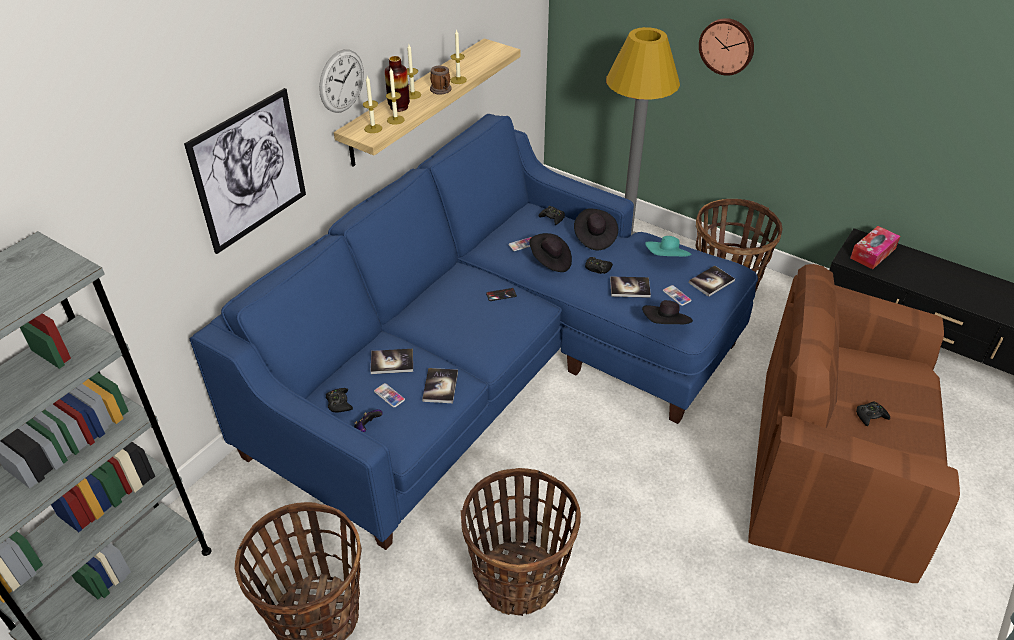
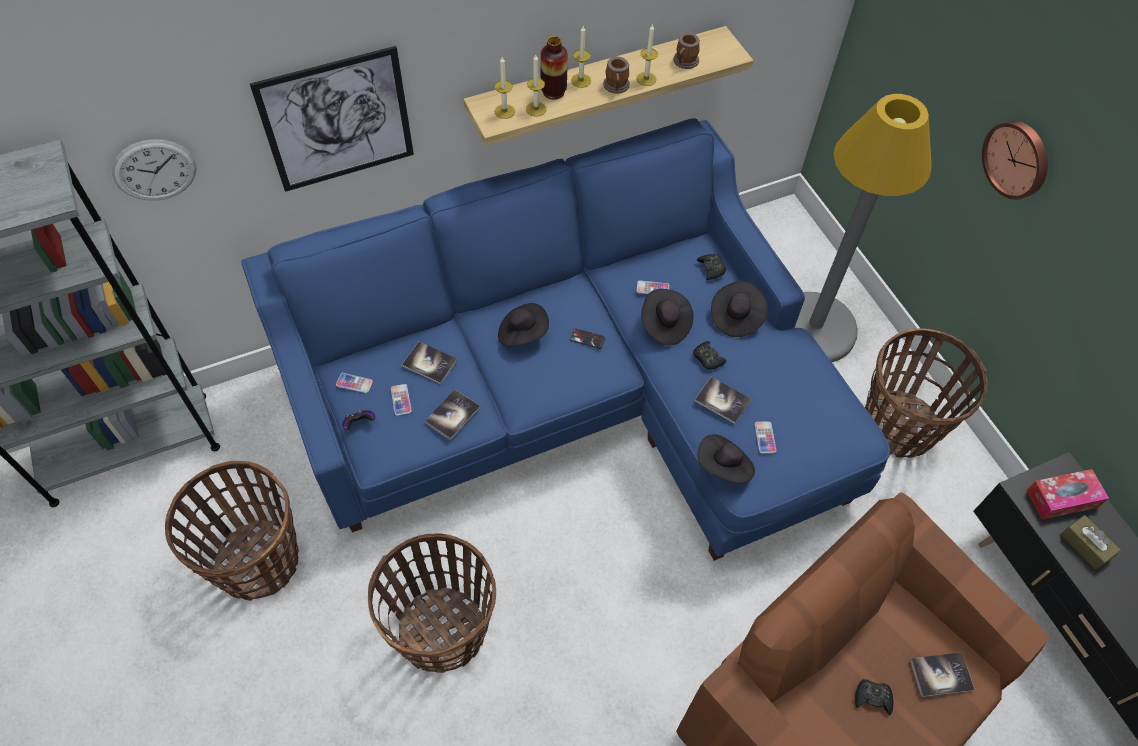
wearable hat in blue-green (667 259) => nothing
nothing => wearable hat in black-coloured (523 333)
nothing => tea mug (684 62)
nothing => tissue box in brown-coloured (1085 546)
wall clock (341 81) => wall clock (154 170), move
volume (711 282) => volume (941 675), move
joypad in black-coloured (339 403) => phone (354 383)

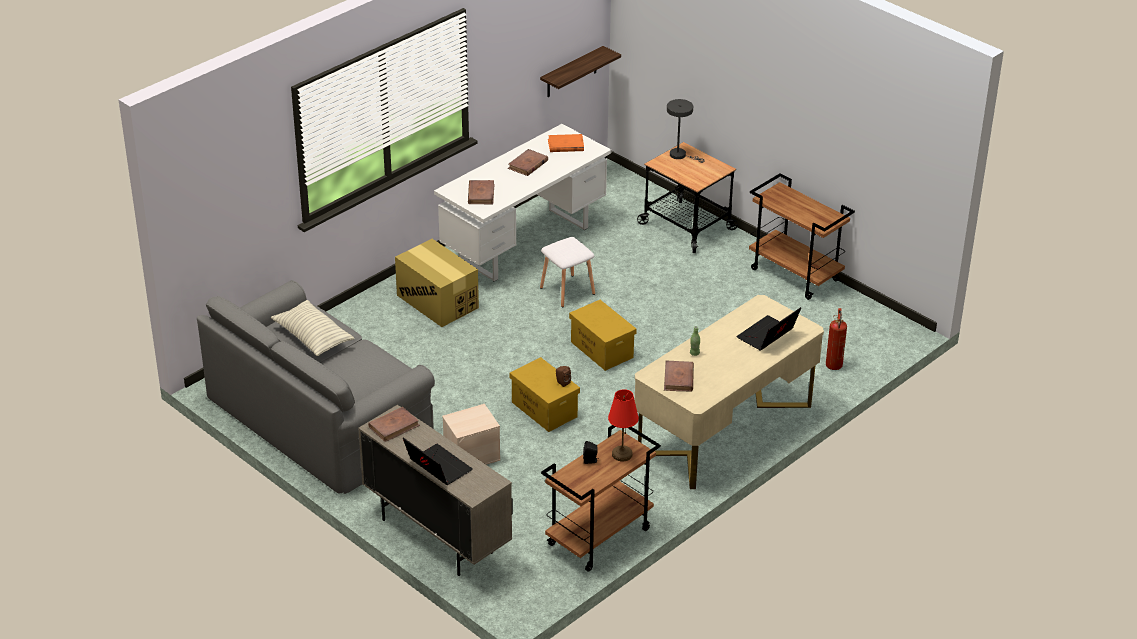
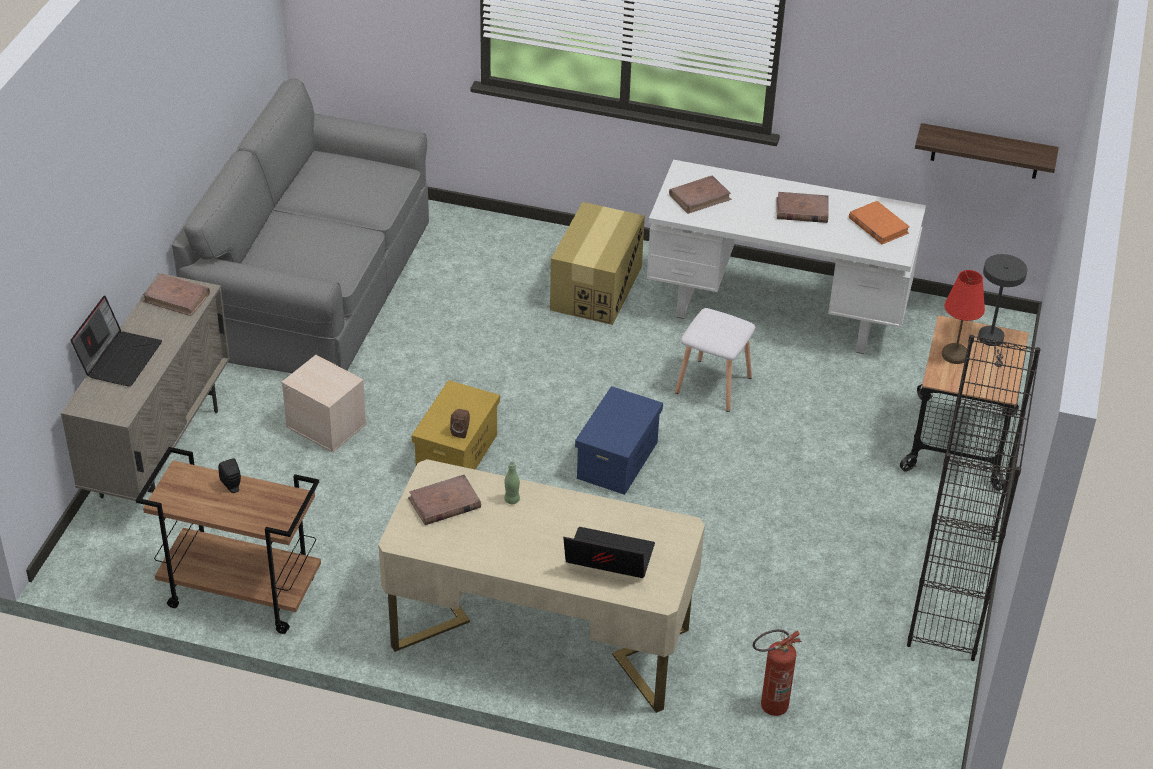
throw pillow (312 337) => nothing
lamp for a table in red (621 454) => lamp for a table in red (954 354), move
wheeled cart in brown-coloured (795 275) => bookshelf in black-coloured (952 591)
storage box in yellow (601 349) => storage box in blue (617 459)

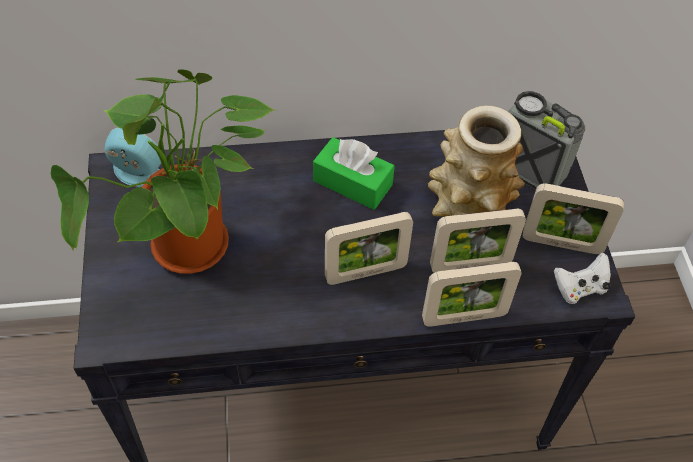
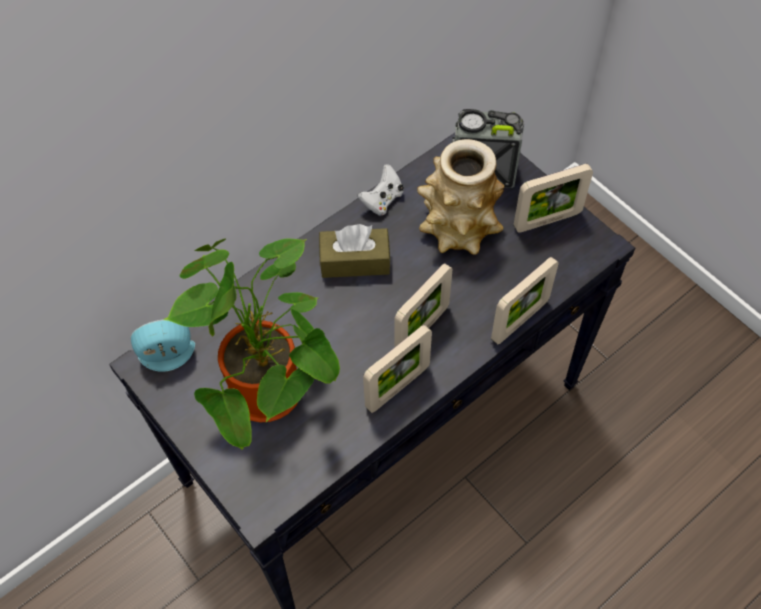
picture frame (470 265) => picture frame (397 387), move
joypad in white-coloured (579 288) => joypad in white-coloured (382 200), move
tissue box in greenish (352 183) => tissue box in brown-coloured (355 261)

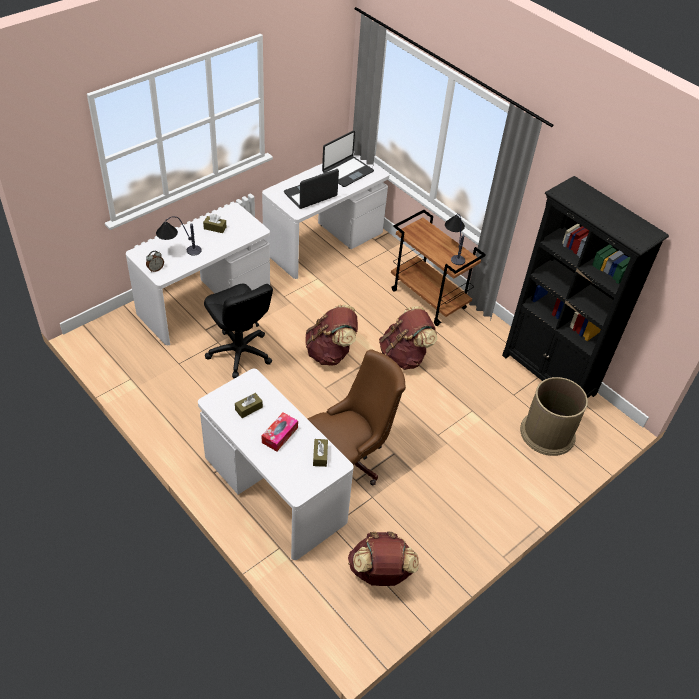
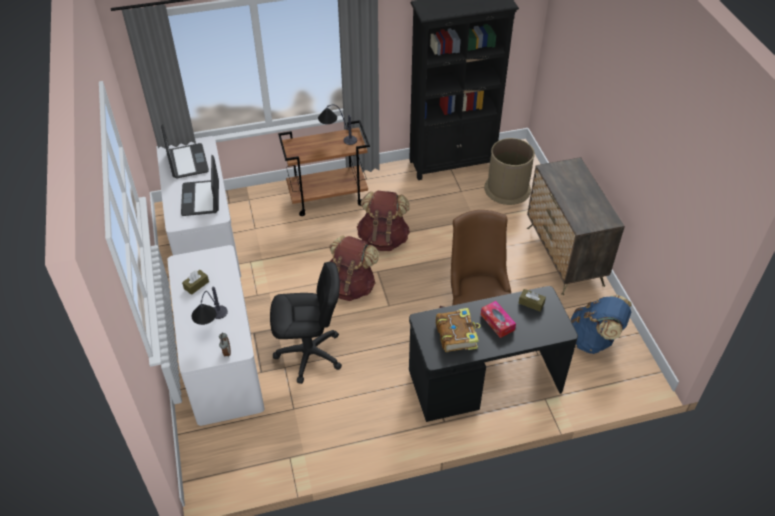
nothing => chest of drawers (564 256)
tissue box in brown-coloured (248 408) => volume (456 334)
desk table in white-coloured (273 490) => desk table in black-coloured (484 382)
rucksack in brown-coloured (380 573) => rucksack in blue (594 339)

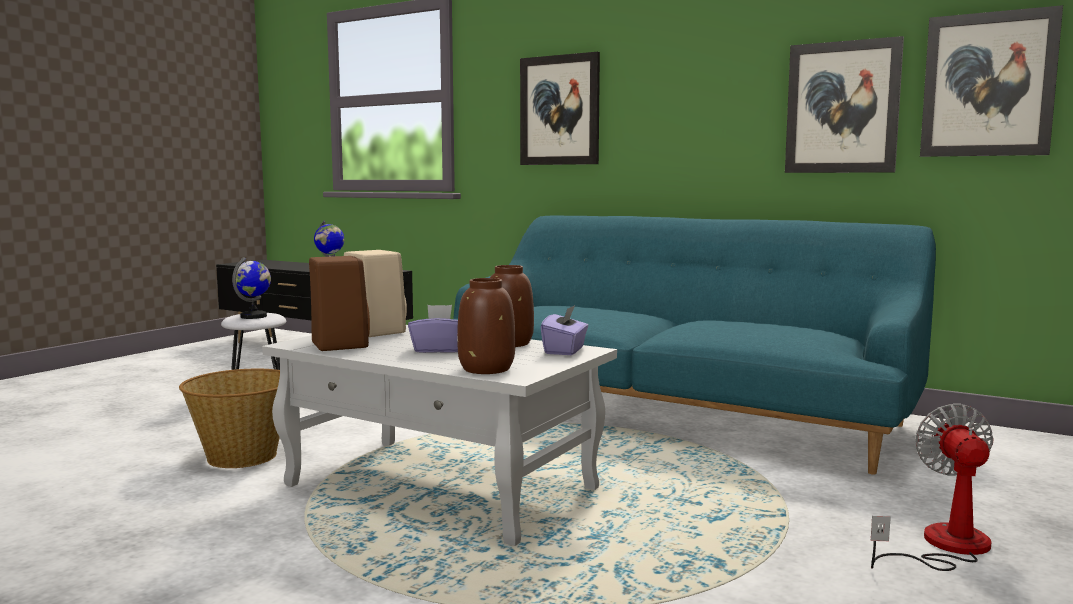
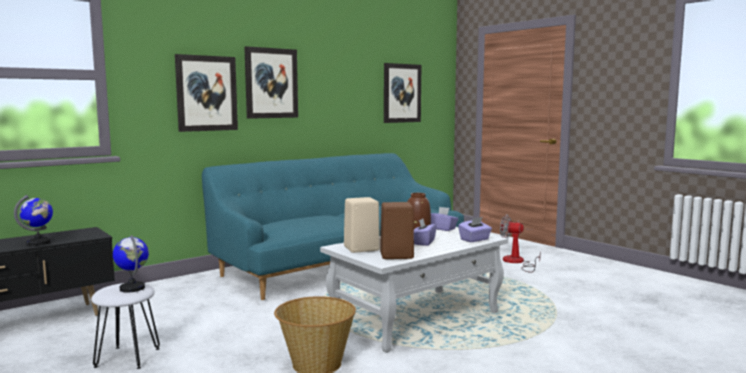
picture (842 107) => picture (271 83), move
flower vase in brown-coloured (487 369) => tissue box in purplish (475 239)

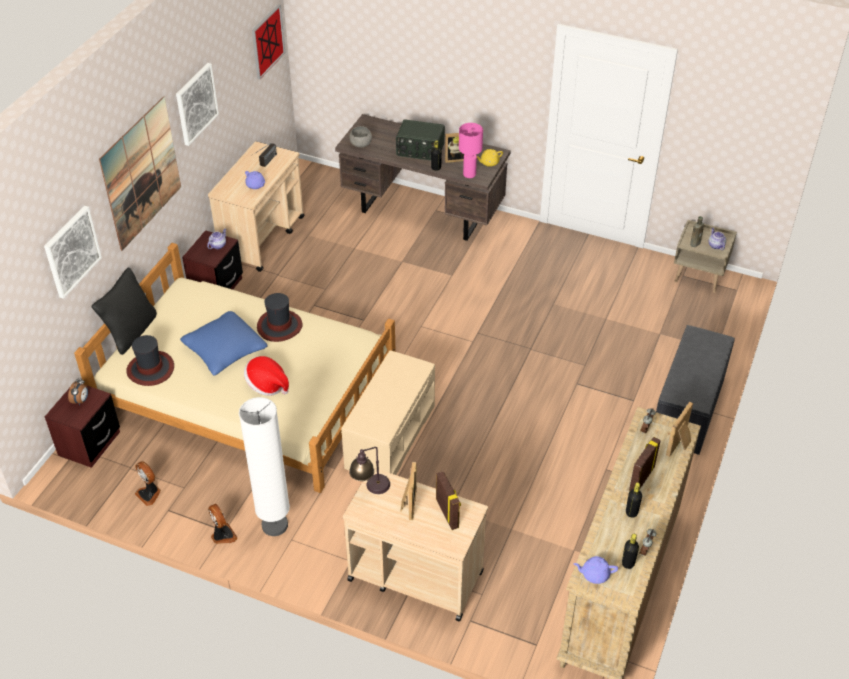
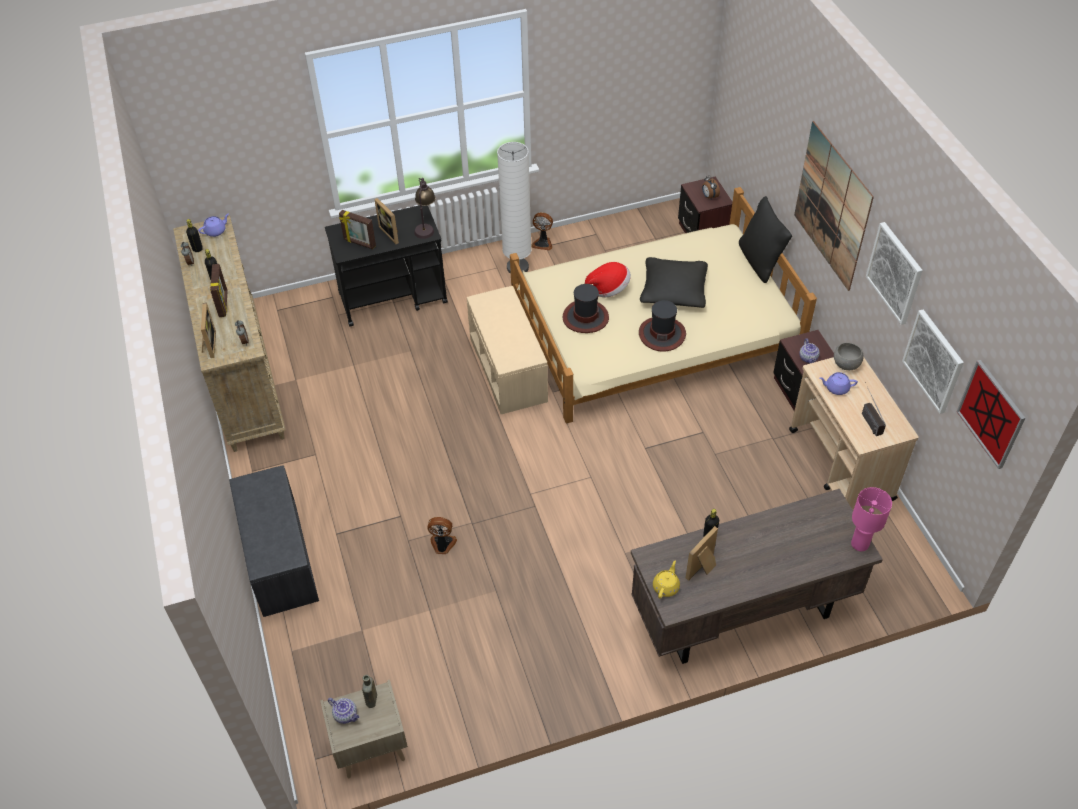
radio receiver (420 150) => nothing
picture (71 251) => picture (934 361), move
wearable hat (150 369) => wearable hat (585 317), move
fan (149 494) => fan (442 545), move
deep dish in gray (361 144) => deep dish in gray (846 365), move
lamp for a table in pink (469 174) => lamp for a table in pink (859 543), move
throw pillow in blue (224 351) => throw pillow in black-coloured (673 290)
wheeled cart in sand-coloured (414 575) => wheeled cart in black-coloured (393 298)

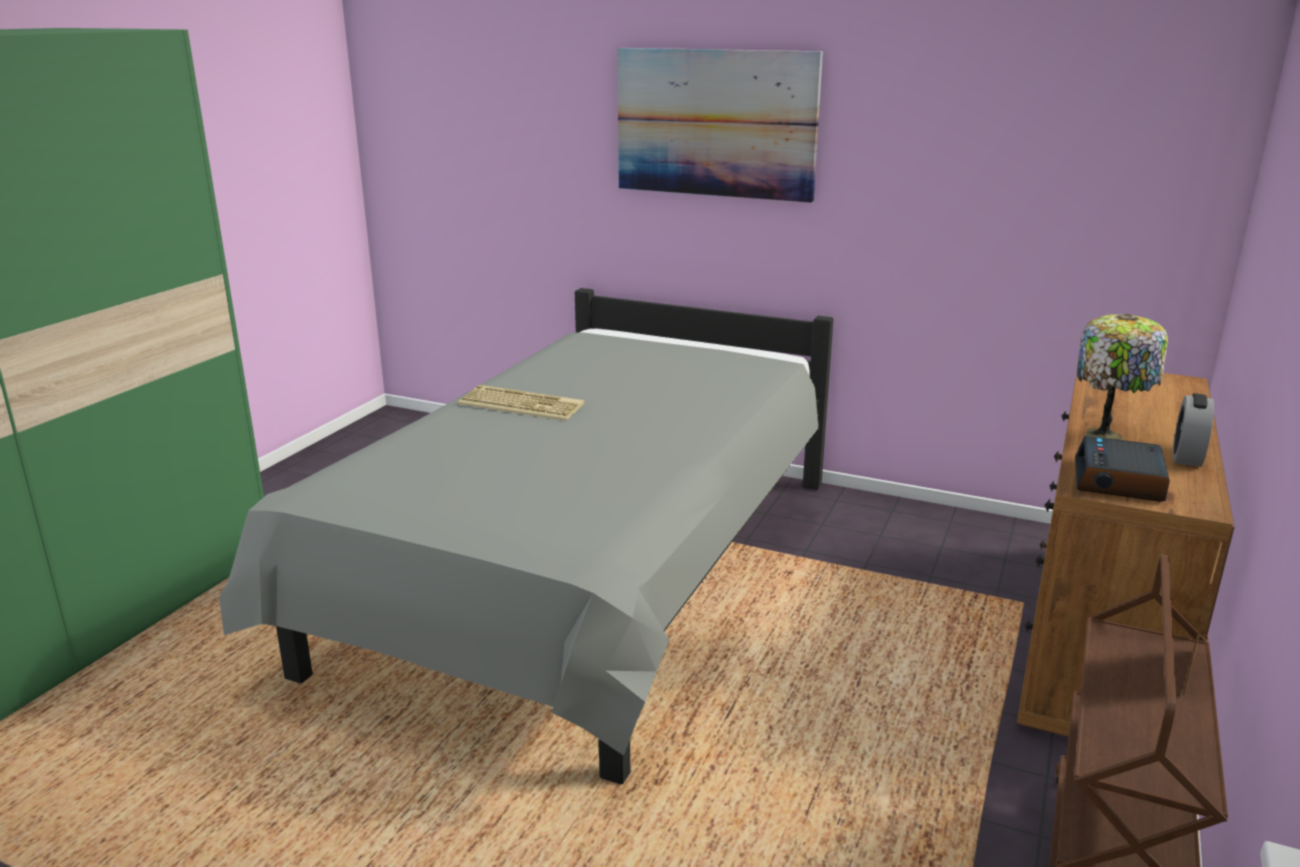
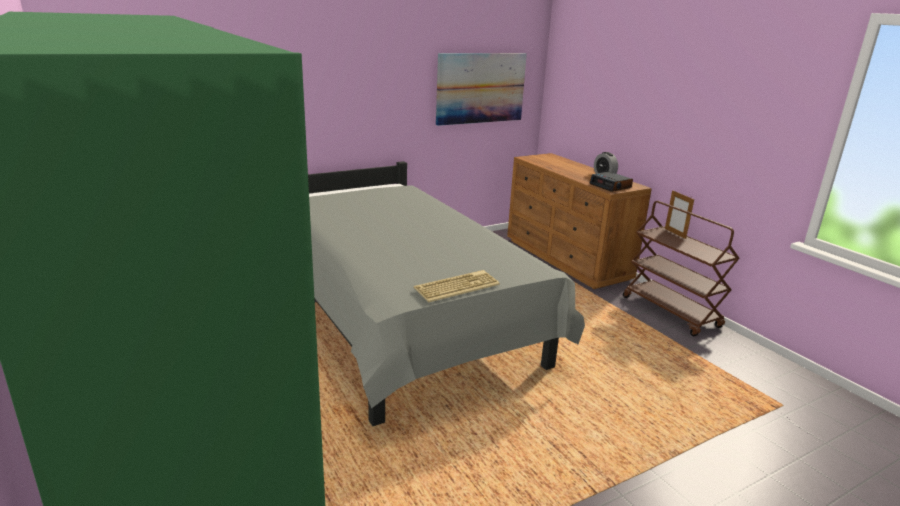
lamp for a table (1106 435) => nothing
keyboard (523 404) => keyboard (457 286), move
picture (716 123) => picture (480 88), move

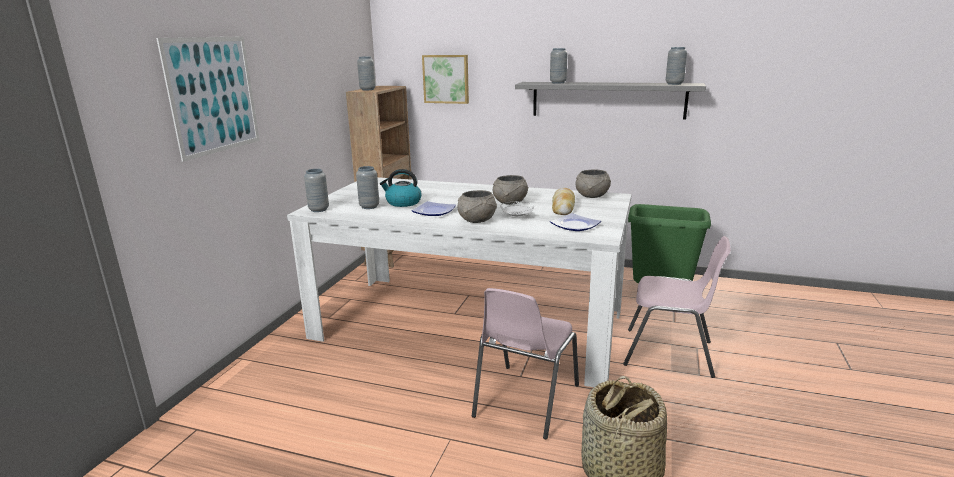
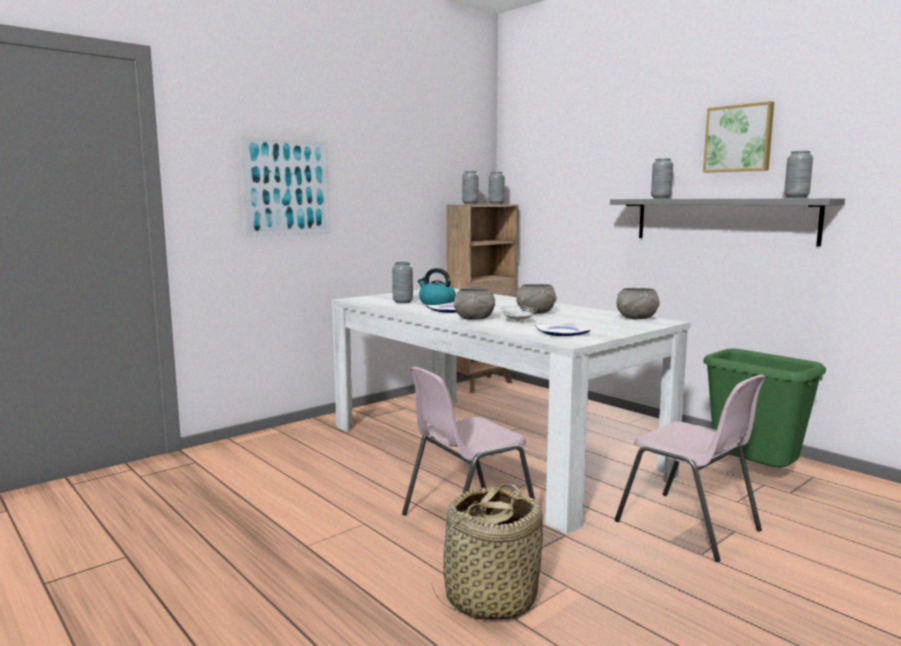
bakery bread (563 207) => nothing
flower vase in gray (319 210) => flower vase in gray (496 204), move
picture (446 79) => picture (739 138), move

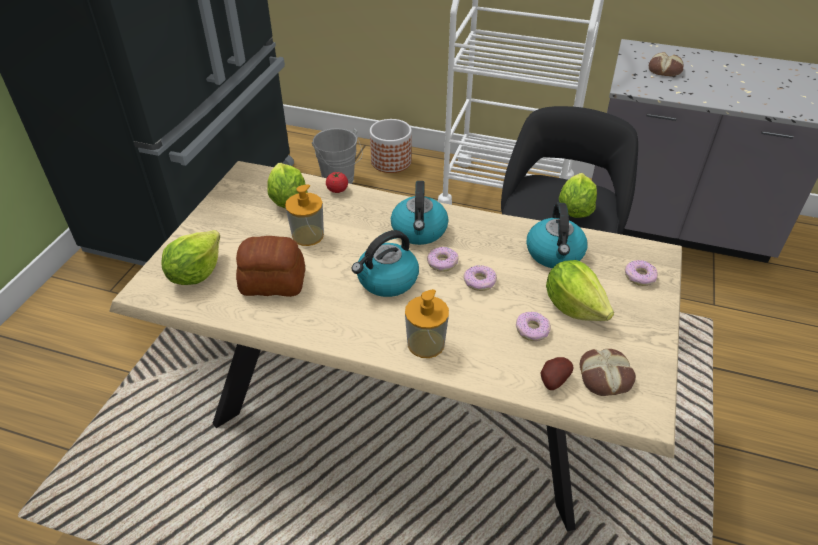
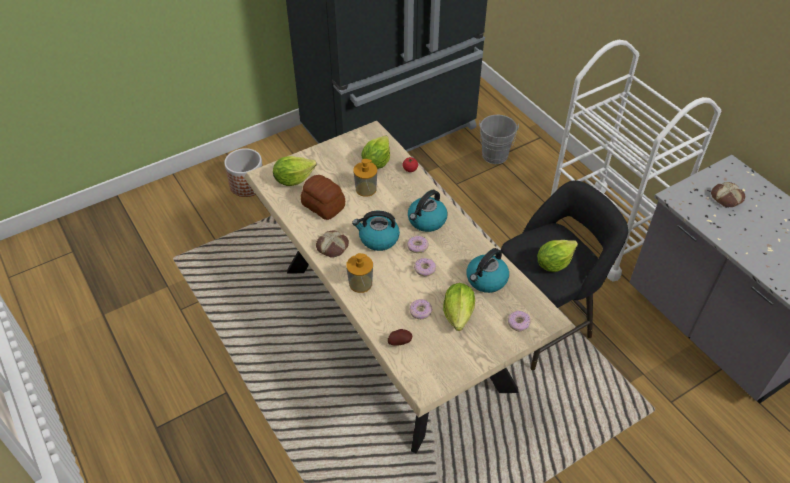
flower pot (391 162) => flower pot (247 185), move
bakery bread (605 376) => bakery bread (333 247), move

